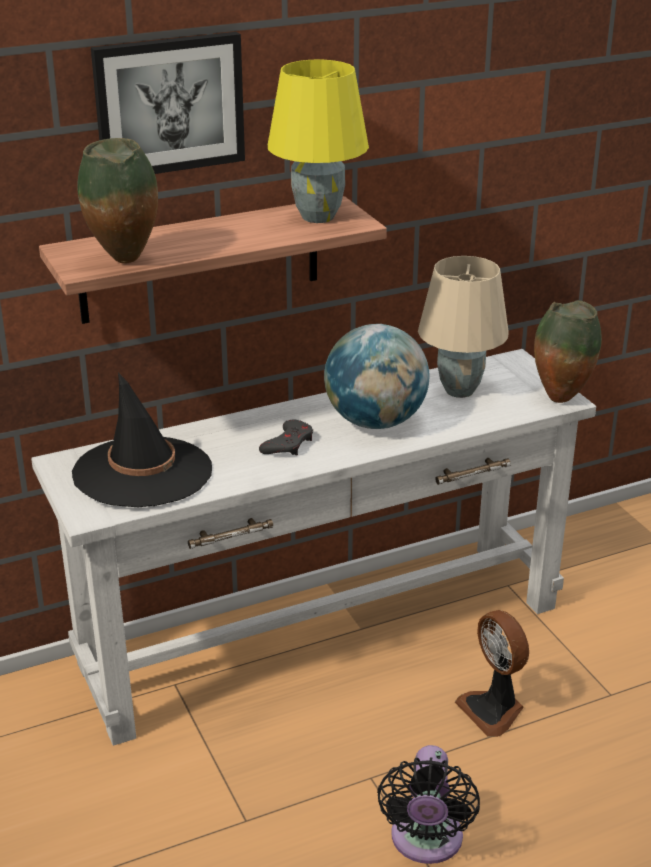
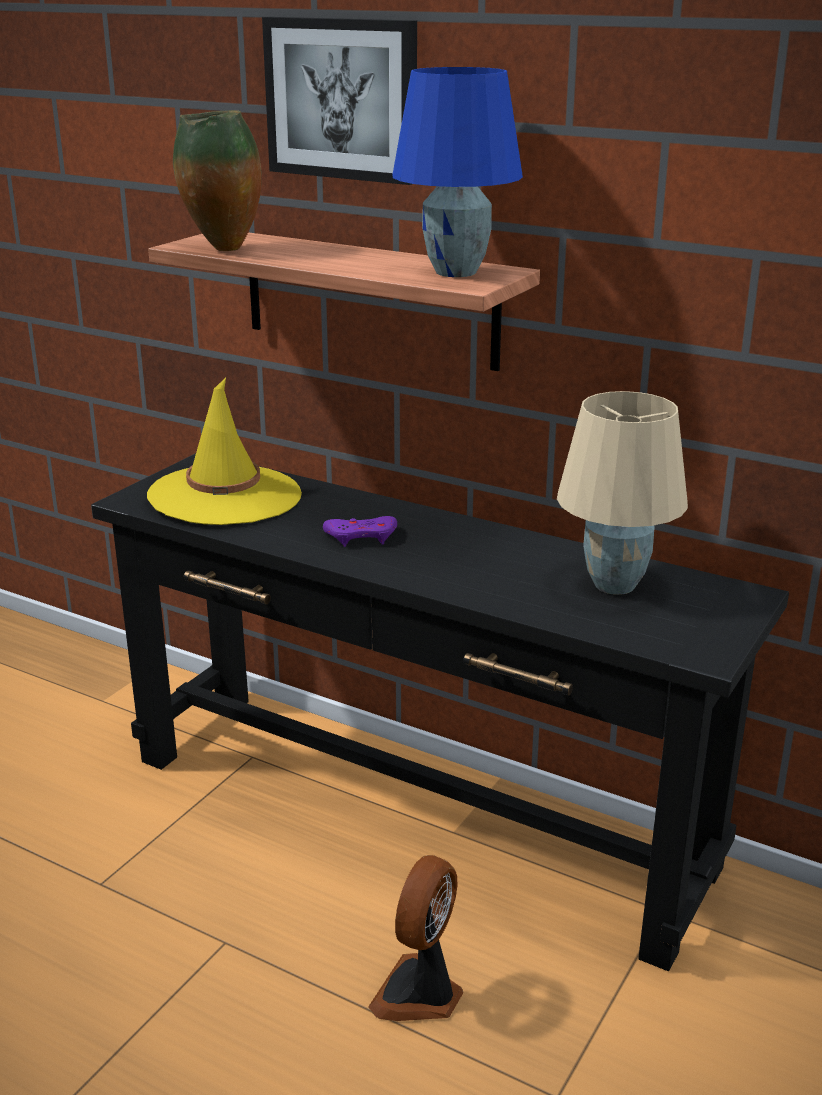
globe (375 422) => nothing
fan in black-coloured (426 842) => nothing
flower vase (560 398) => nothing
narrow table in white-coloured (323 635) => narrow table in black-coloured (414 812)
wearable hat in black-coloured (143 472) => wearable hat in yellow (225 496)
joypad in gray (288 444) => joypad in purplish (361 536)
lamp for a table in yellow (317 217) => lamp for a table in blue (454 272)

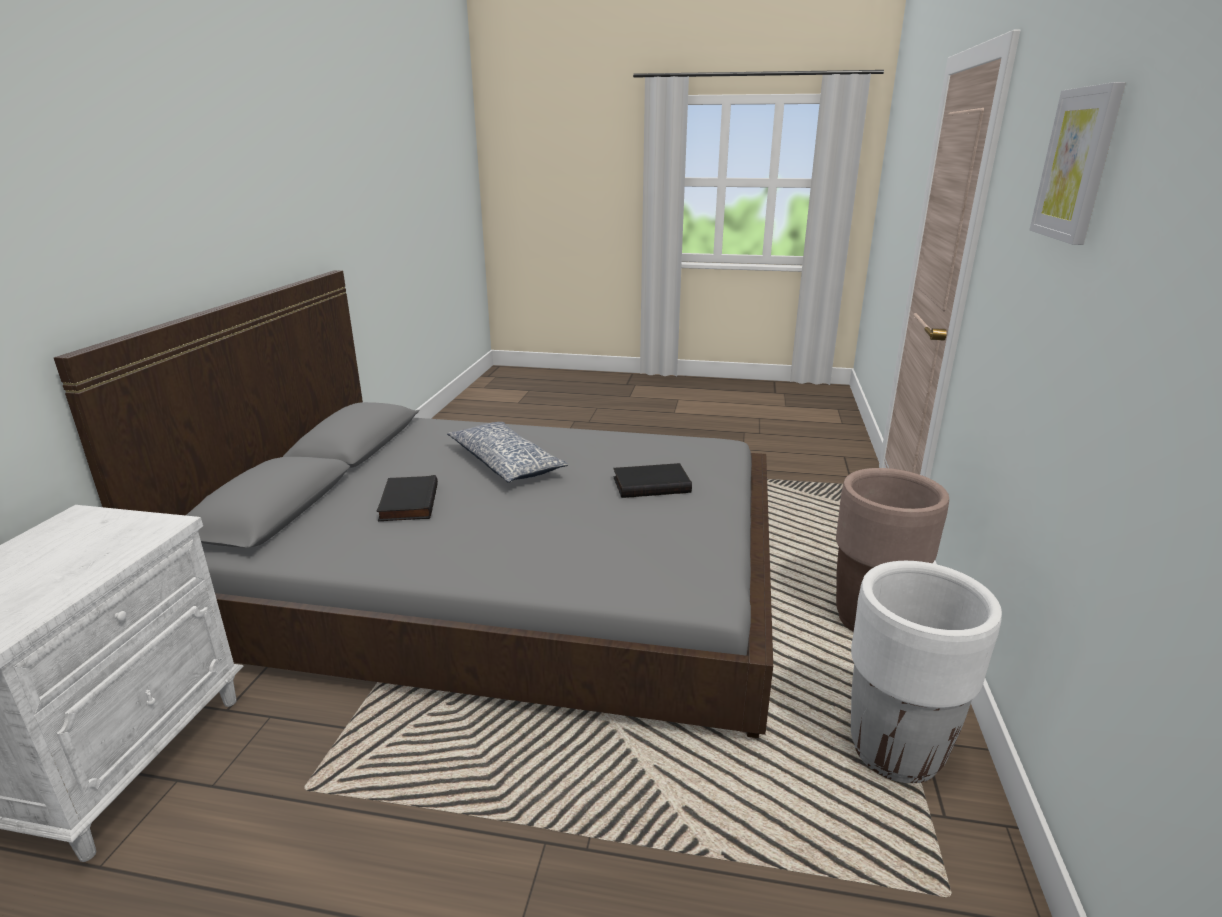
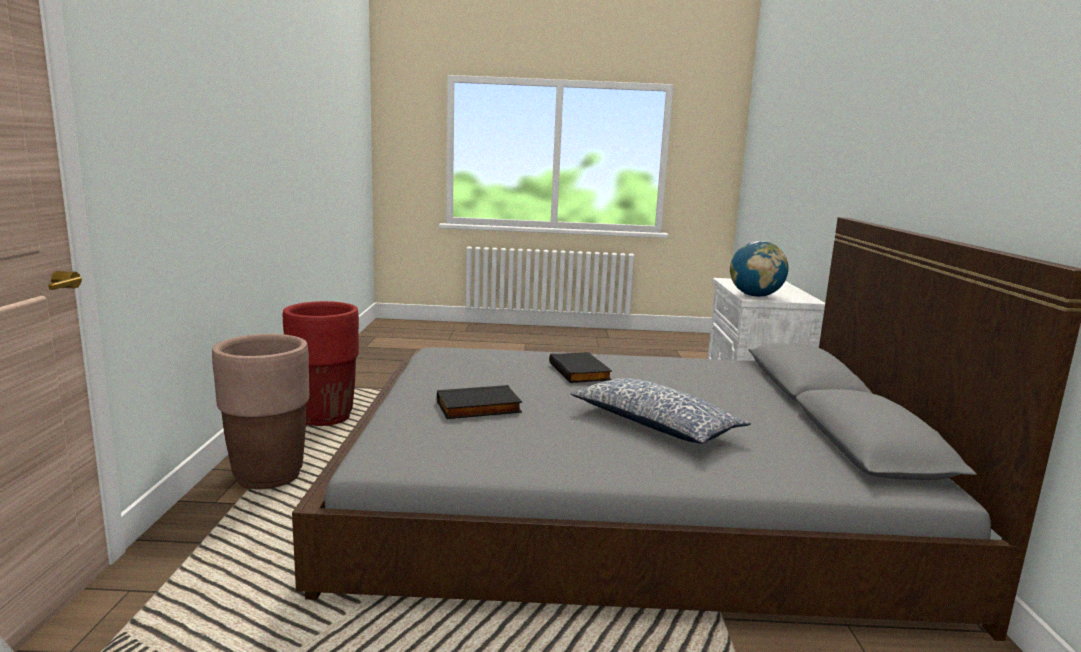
picture (1077 164) => nothing
nothing => globe (755 296)
volume in black-coloured (407 502) => volume in black-coloured (581 371), move
flower pot in white-coloured (895 751) => flower pot in red (325 418)

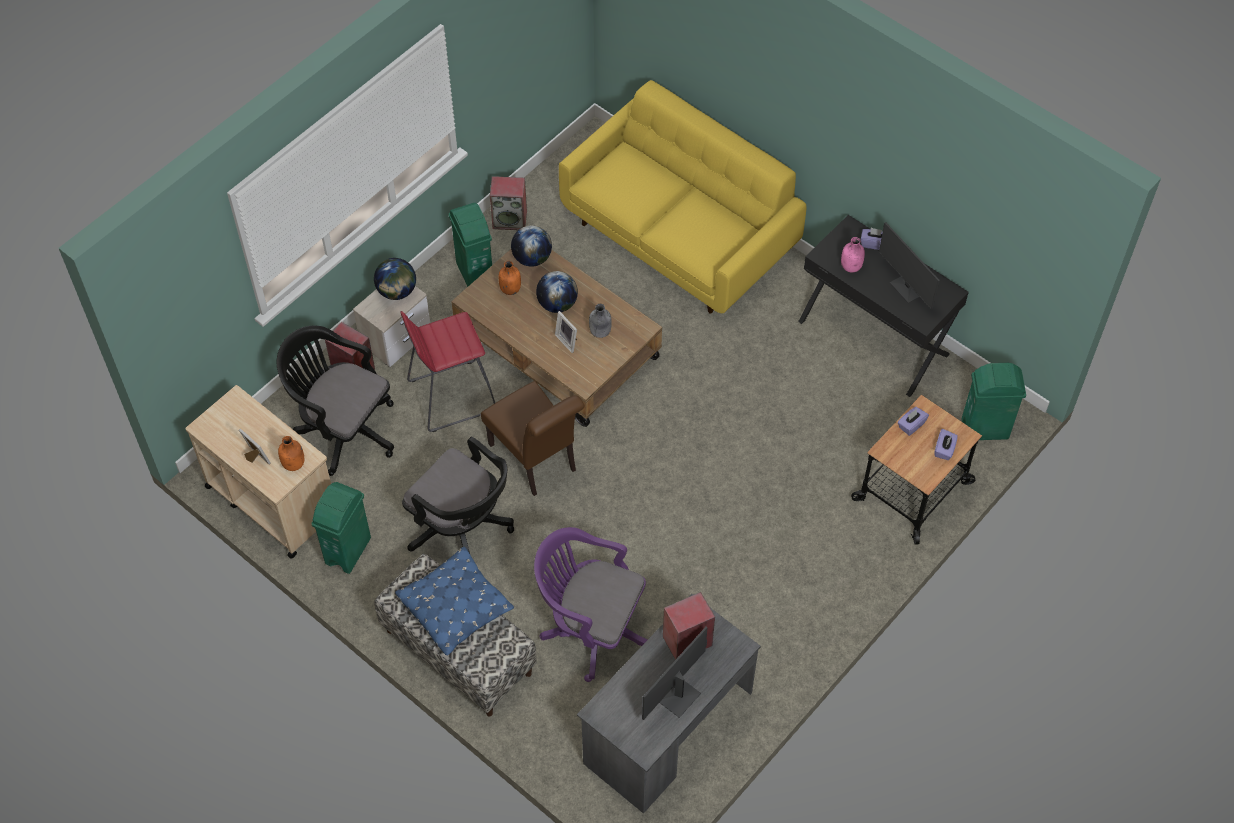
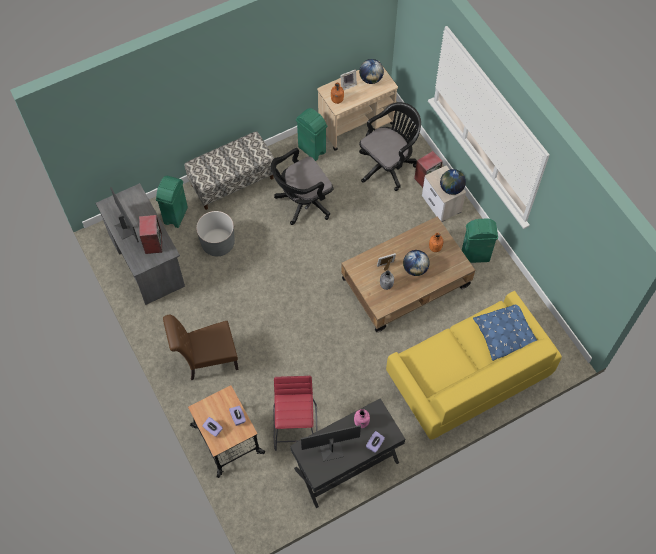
audio speaker (510 219) => nothing
throw pillow in blue (456 606) => throw pillow in blue (505 335), move
stool seat in red (450 395) => stool seat in red (296 427), move
upright chair in brown-coloured (536 461) => upright chair in brown-coloured (207 361), move
globe (532 258) => globe (371 79), move
rubbish bin in greenish (985 429) => rubbish bin in greenish (175 216), move
computer chair in purplish (591 628) => flower pot in gray (218 243)

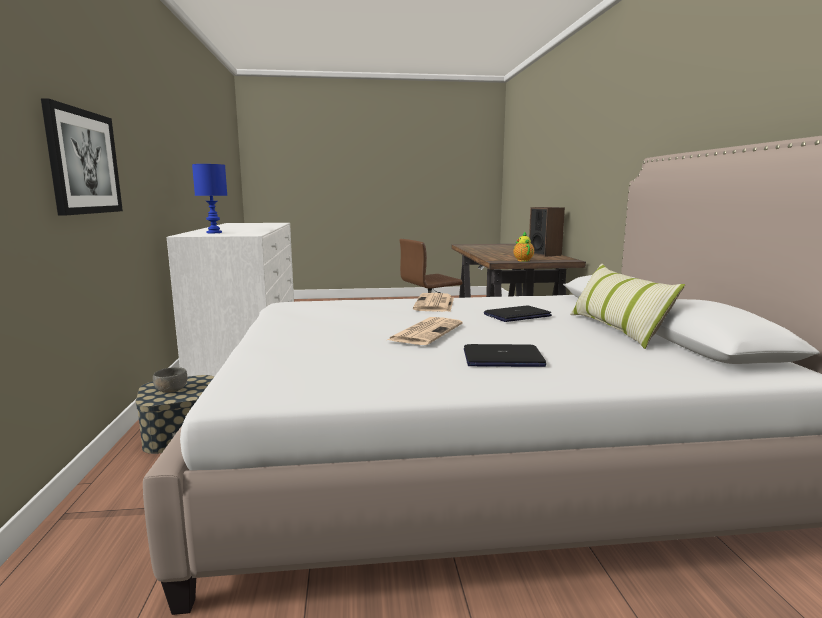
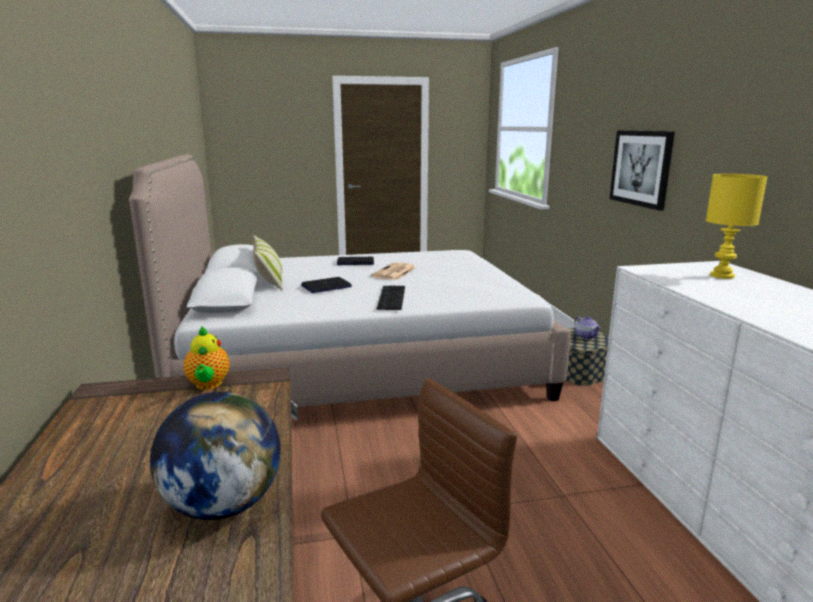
audio speaker (544 254) => nothing
nothing => globe (223 505)
deep dish in gray (171 390) => teapot (586 336)
newspaper (435 304) => keyboard (390 297)
lamp for a table in blue (213 232) => lamp for a table in yellow (723 276)

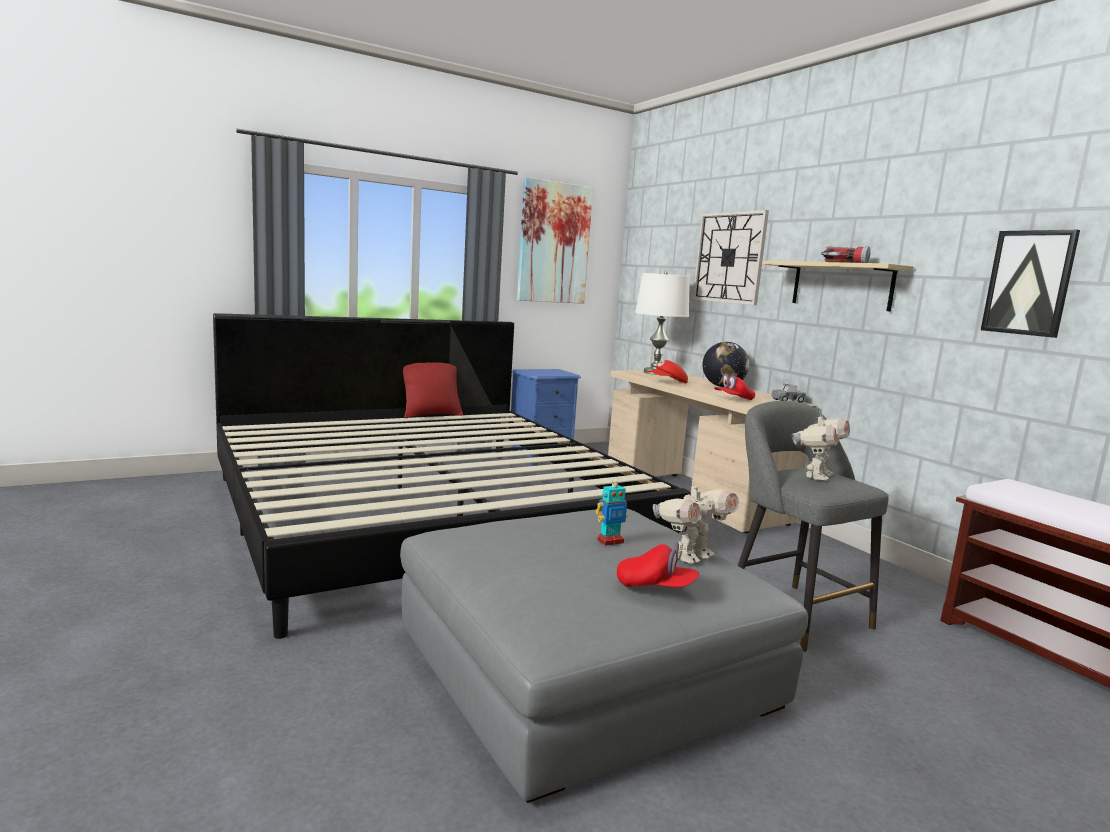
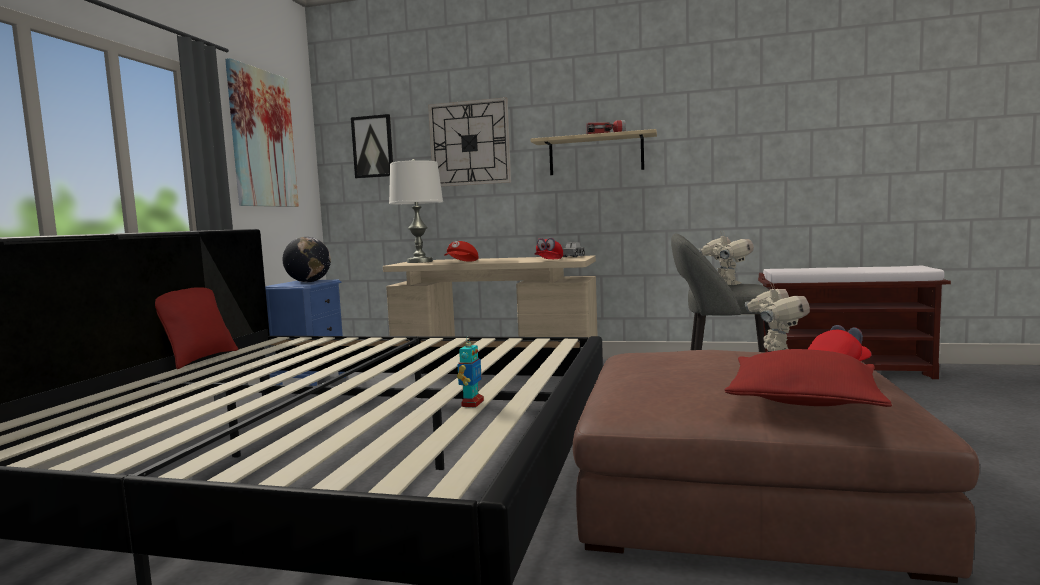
nothing => throw pillow in red (803 399)
robot figure (610 541) => robot figure (472 403), move
globe (723 386) => globe (309 282), move
picture (1029 283) => picture (373 147), move
pouffe in gray (583 666) => pouffe in brown-coloured (740 490)

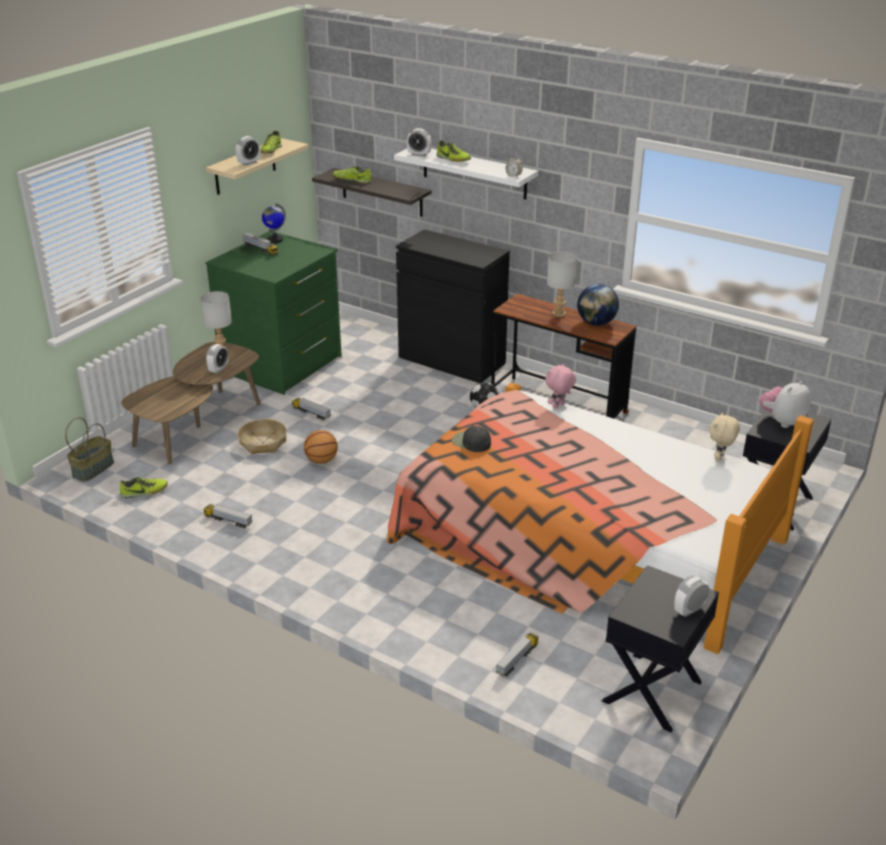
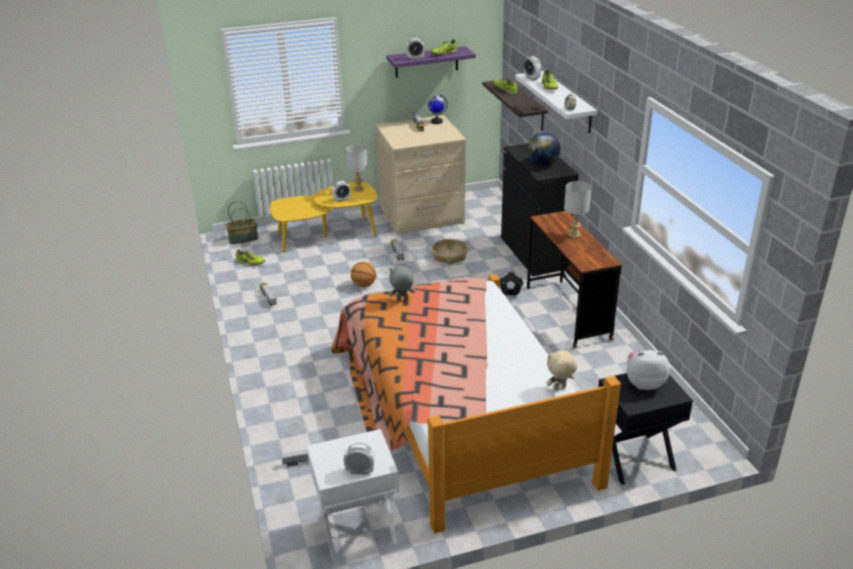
cuddly toy in pink (558 406) => nothing
basket (263 442) => basket (449 256), move
globe (596 323) => globe (543 164), move
baseball cap in black-coloured (471 442) => cuddly toy in gray (402 300)
lounge table in brown-coloured (198 425) => lounge table in yellow (326 235)
chest of drawers in greenish (283 364) => chest of drawers in sand-coloured (422 216)
shelf in sand-coloured (245 167) => shelf in purplish (426 62)
bedside table in black-coloured (653 692) => bedside table in white-coloured (358 530)

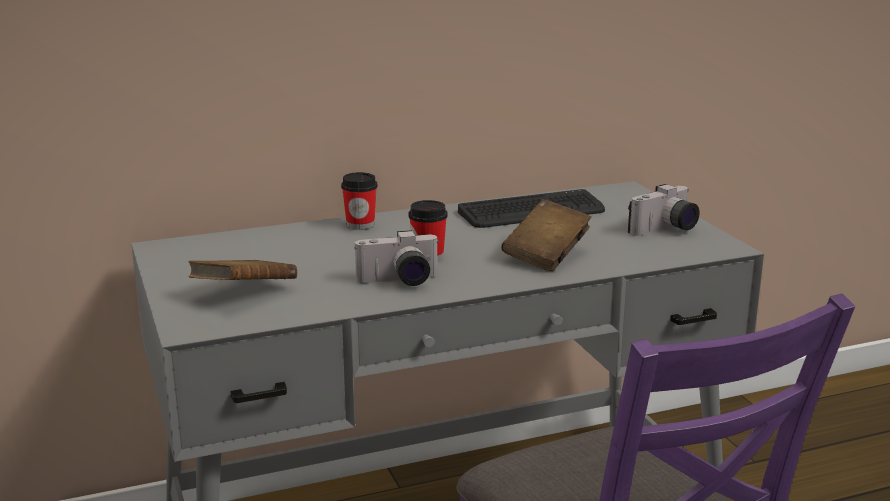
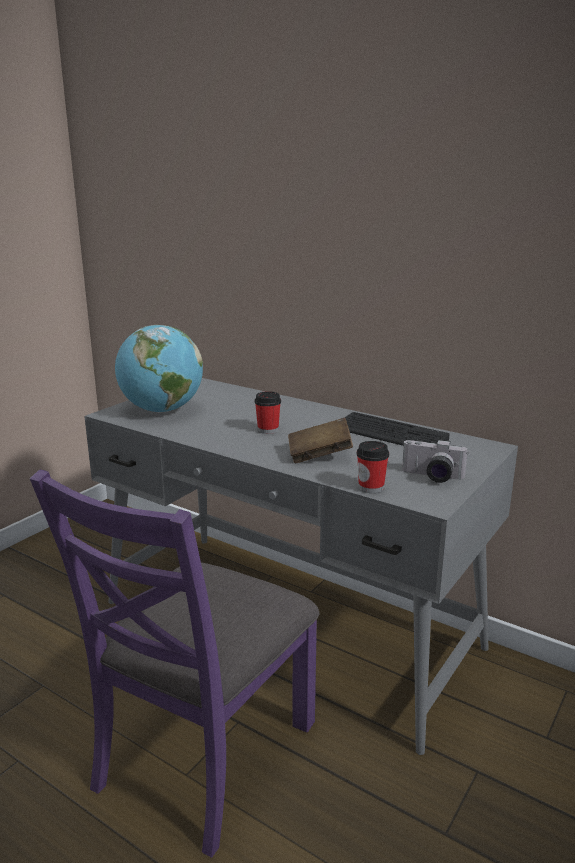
photo camera (399 282) => nothing
cup (360 225) => cup (371 487), move
volume in brown-coloured (244 293) => globe (161 410)

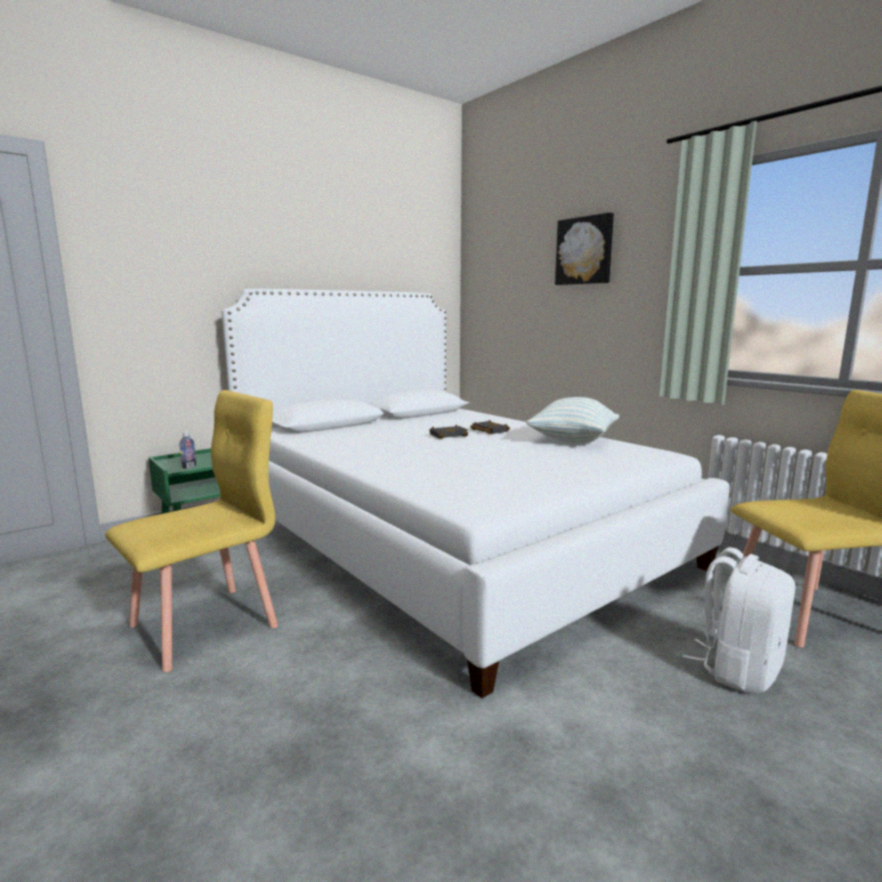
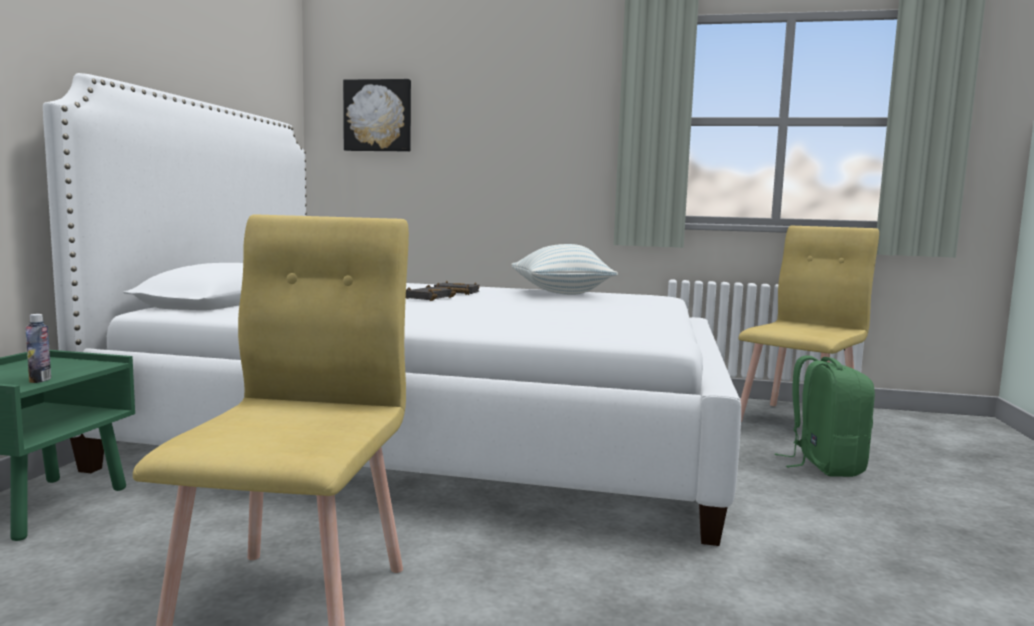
picture (585 251) => picture (378 116), move
rucksack in white-coloured (738 669) => rucksack in greenish (824 465)

